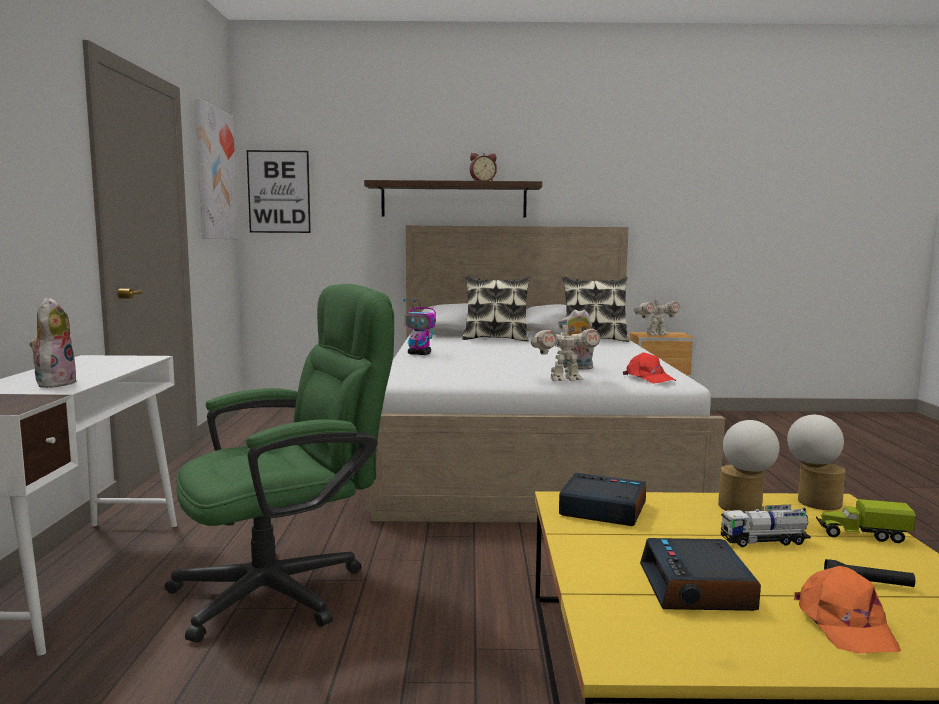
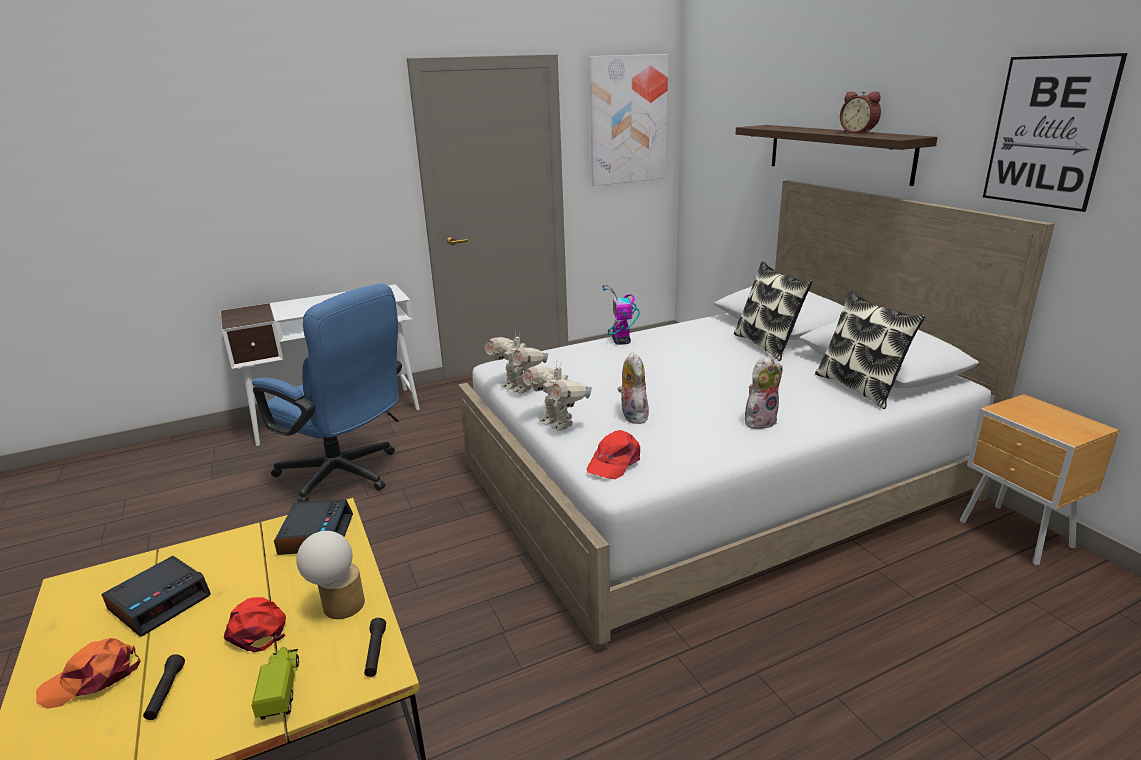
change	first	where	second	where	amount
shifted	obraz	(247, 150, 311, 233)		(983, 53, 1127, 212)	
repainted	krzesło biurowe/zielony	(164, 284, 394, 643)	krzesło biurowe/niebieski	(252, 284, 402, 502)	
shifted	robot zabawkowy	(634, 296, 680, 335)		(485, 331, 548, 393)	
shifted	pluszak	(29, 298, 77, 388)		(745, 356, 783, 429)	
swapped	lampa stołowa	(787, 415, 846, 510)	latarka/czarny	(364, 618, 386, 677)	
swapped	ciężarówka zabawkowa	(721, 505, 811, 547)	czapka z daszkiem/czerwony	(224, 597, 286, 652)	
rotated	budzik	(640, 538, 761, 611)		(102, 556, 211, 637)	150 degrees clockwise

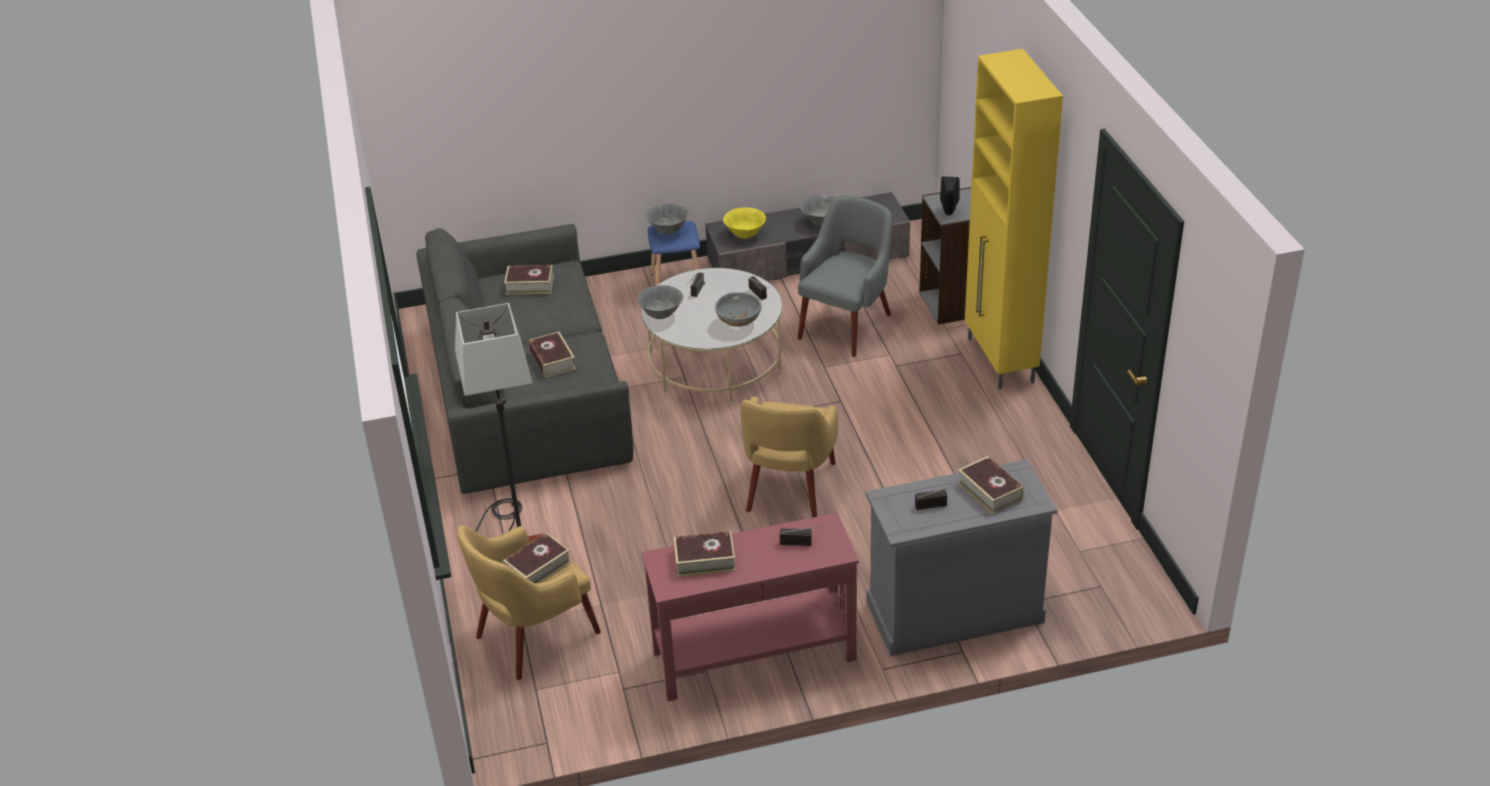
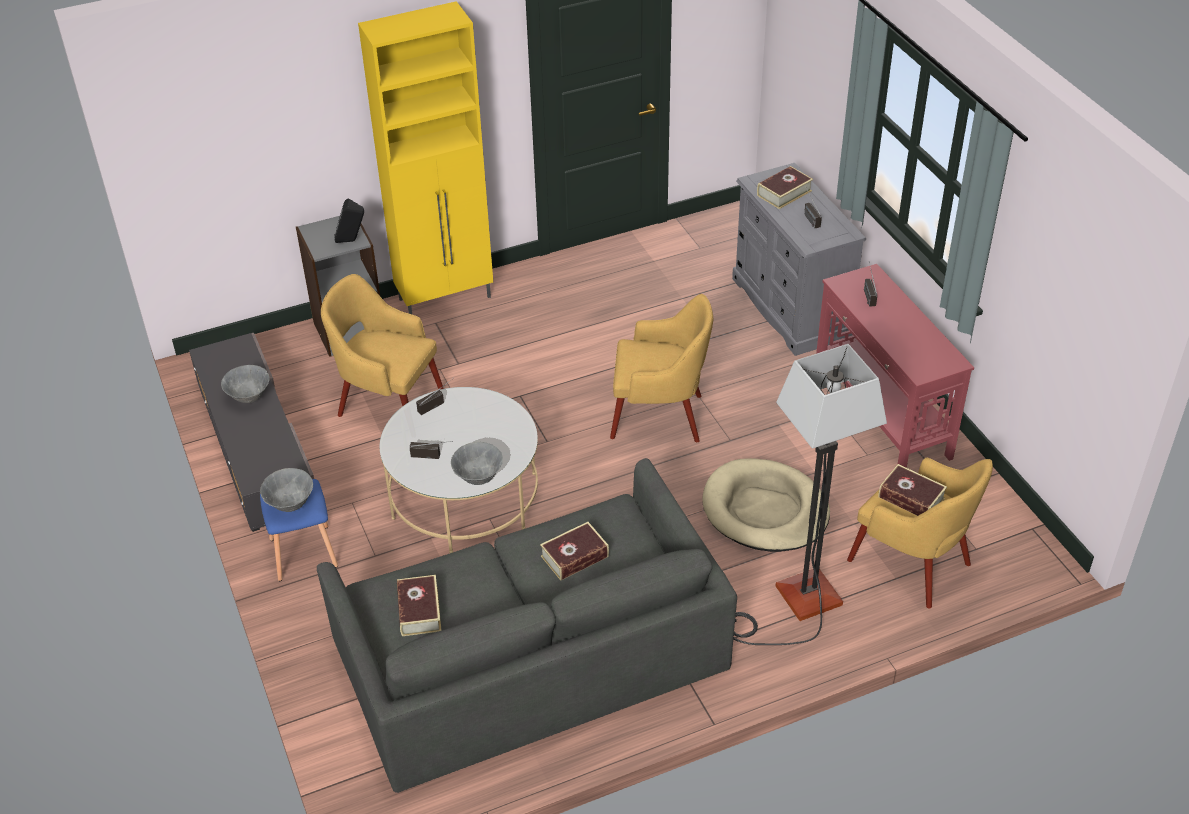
change	first	where	second	where	amount
repainted	fotel/szary	(798, 196, 892, 357)	fotel/żółty	(321, 274, 444, 417)	
gone	miska/żółty	(723, 207, 766, 238)			
gone	miska/szary	(715, 292, 762, 327)			
gone	książka	(674, 531, 736, 577)			
new			legowisko/beżowy	(702, 458, 830, 552)	

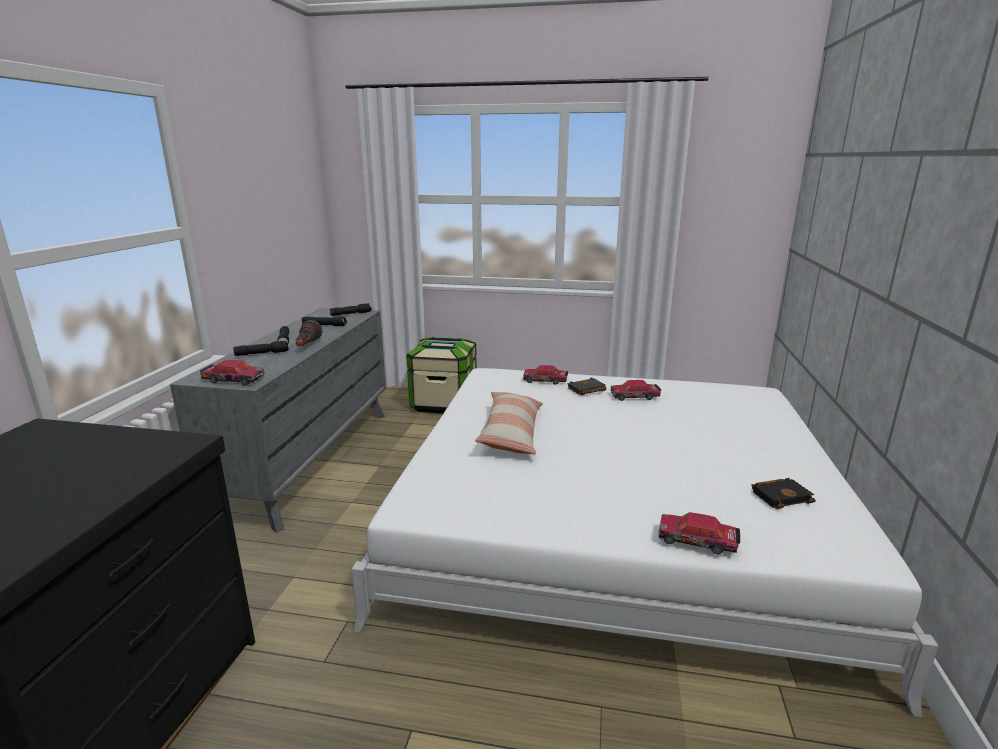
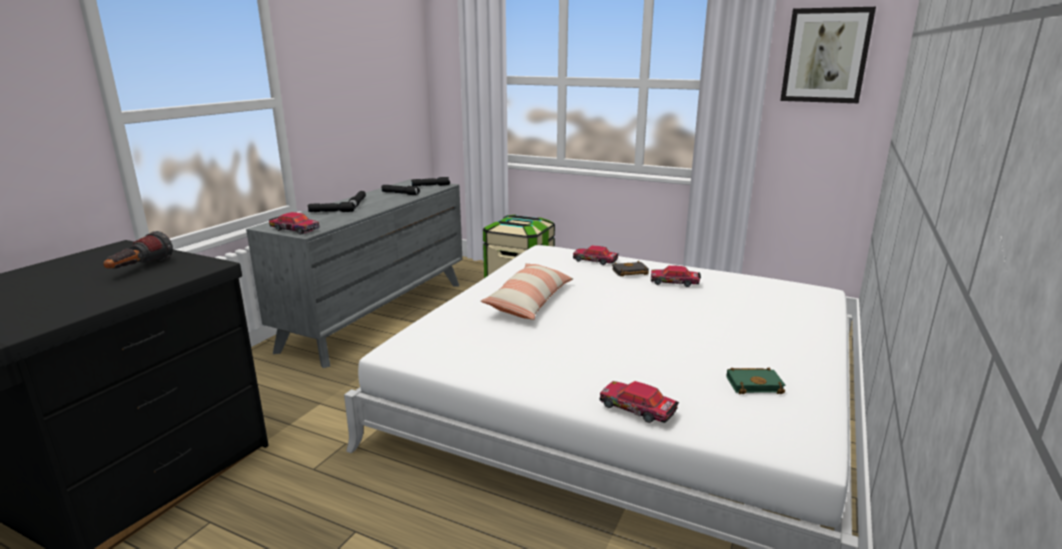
change	first	where	second	where	amount
shifted	latarka	(296, 320, 322, 346)		(103, 231, 173, 269)	
repainted	książka/czarny	(751, 478, 816, 509)	książka/zielony	(726, 367, 786, 394)	
new			obraz	(780, 7, 876, 103)	

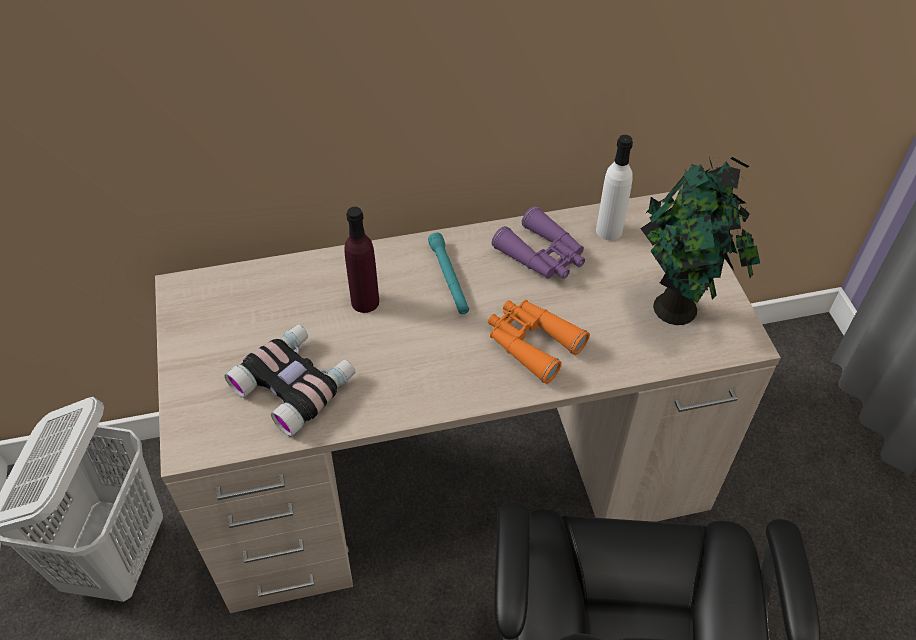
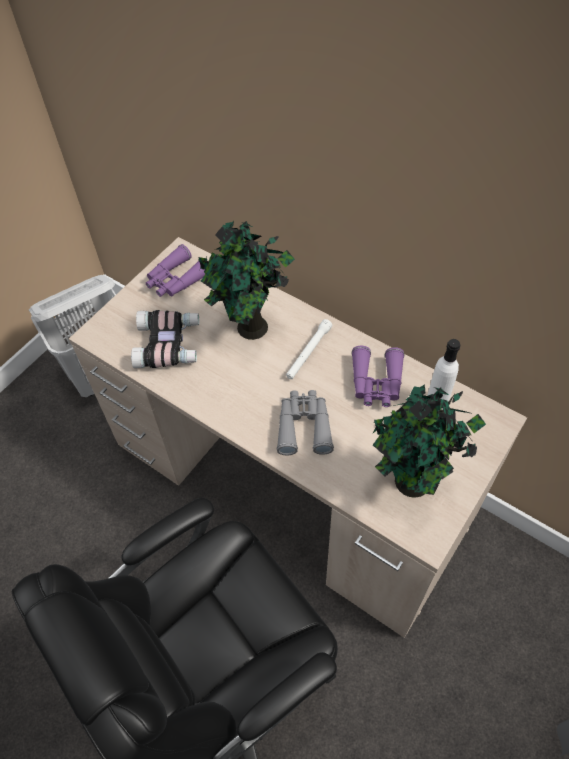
change	first	where	second	where	amount
swapped	butelka/fioletowy	(344, 207, 379, 313)	roślina doniczkowa	(198, 221, 295, 340)	
repainted	latarka/turkusowy	(428, 233, 469, 314)	latarka/biały	(286, 319, 332, 379)	
repainted	lornetka/pomarańczowy	(488, 300, 590, 384)	lornetka/szary	(277, 390, 334, 455)	
new			lornetka/fioletowy	(146, 244, 205, 297)	

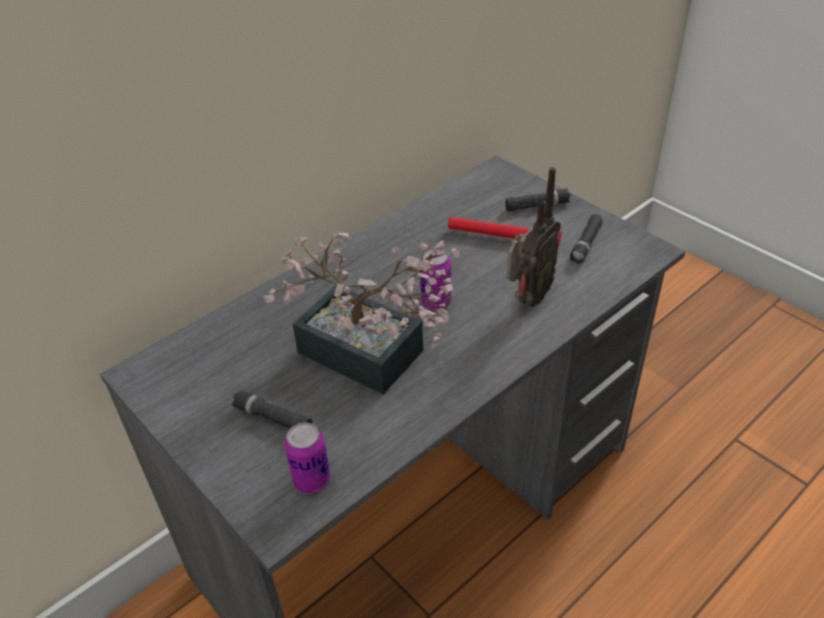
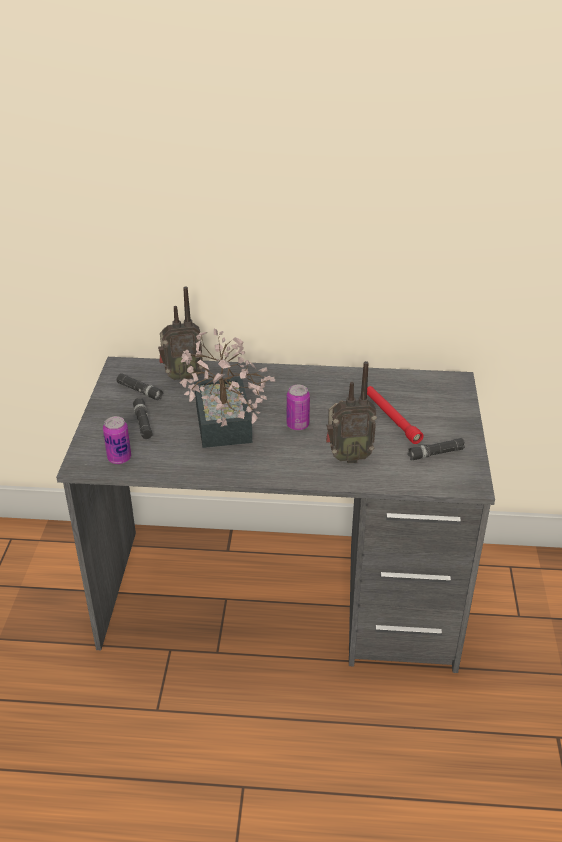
change	first	where	second	where	amount
shifted	latarka/czarny	(505, 188, 571, 211)		(116, 373, 164, 401)	
new			radio	(158, 286, 203, 381)	

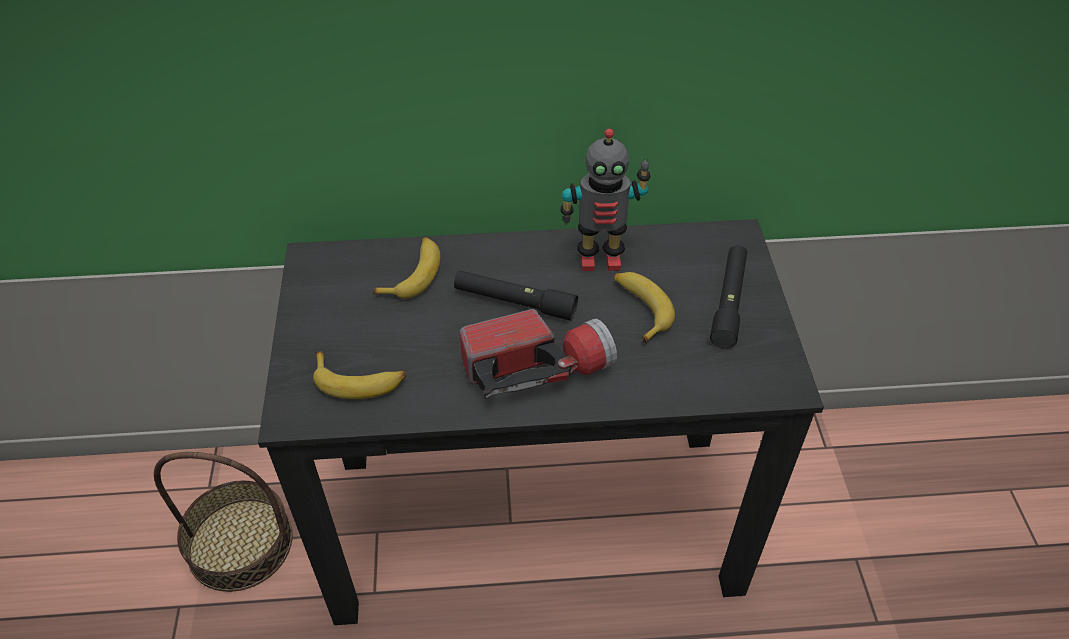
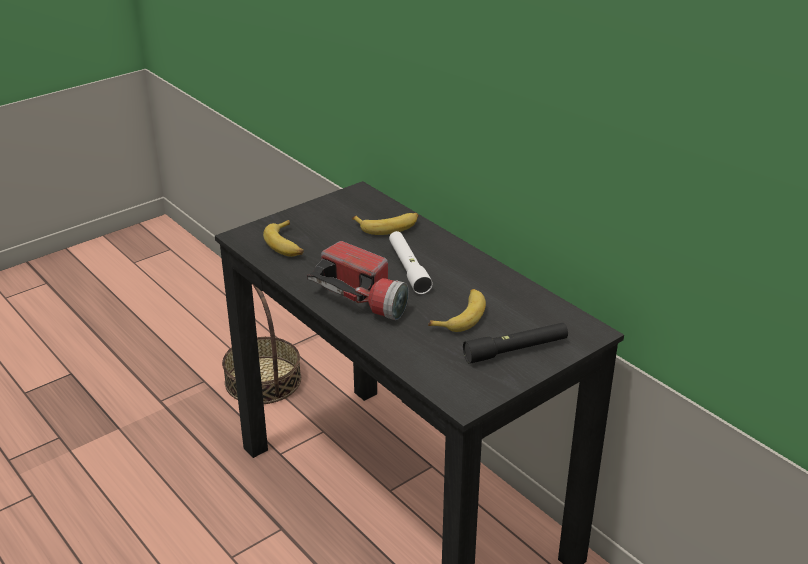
change	first	where	second	where	amount
gone	robot zabawkowy	(561, 128, 651, 271)			
repainted	latarka/czarny	(454, 270, 578, 321)	latarka/biały	(389, 231, 433, 294)	

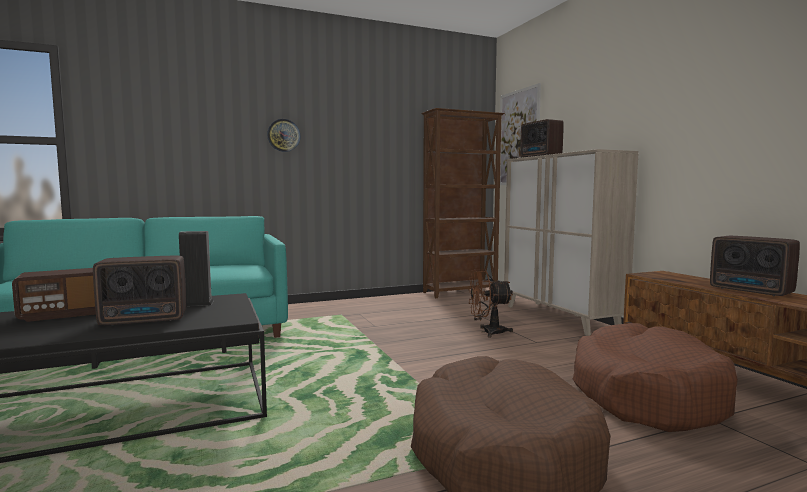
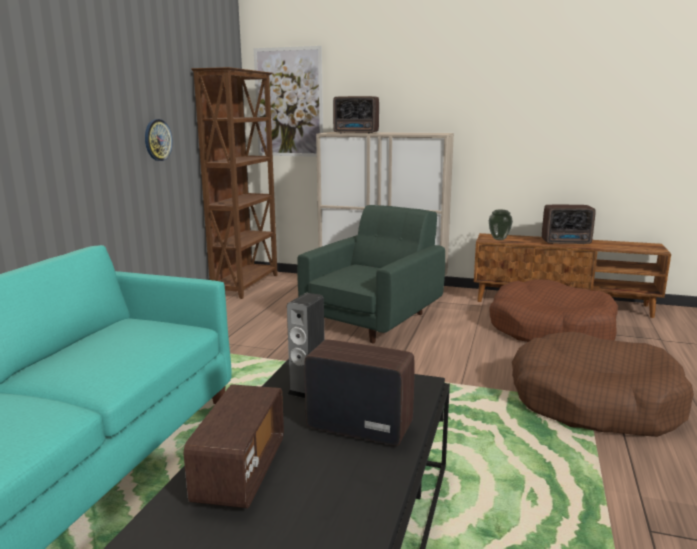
change	first	where	second	where	amount
shifted	zegar ścienny	(267, 119, 301, 152)		(145, 119, 173, 161)	
rotated	radio	(93, 256, 186, 325)		(304, 340, 415, 446)	90 degrees counterclockwise
swapped	wentylator/brązowy	(468, 269, 513, 338)	fotel/zielony	(297, 205, 445, 343)	
new			wazon	(489, 210, 513, 240)	

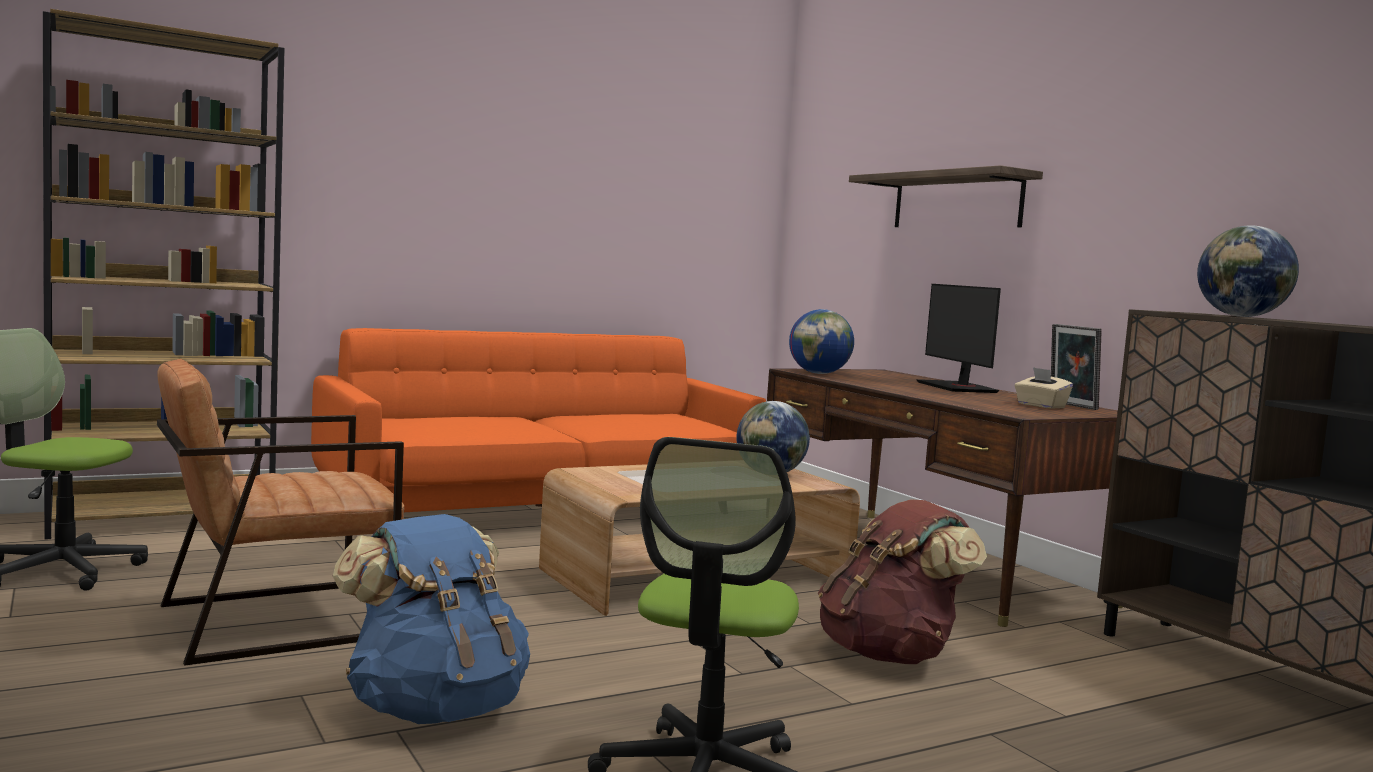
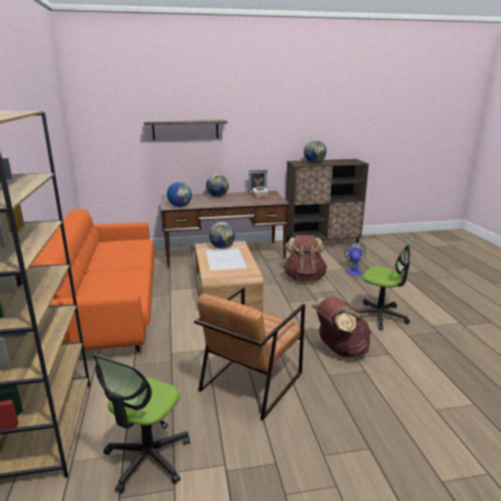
change	first	where	second	where	amount
swapped	monitor	(916, 284, 1001, 393)	globus	(206, 174, 229, 197)	
rotated	fotel/brązowy	(157, 359, 404, 666)		(194, 287, 305, 420)	45 degrees clockwise
repainted	plecak/niebieski	(333, 514, 530, 724)	plecak/brązowy	(312, 297, 372, 358)	
new			wentylator	(344, 242, 366, 276)	

